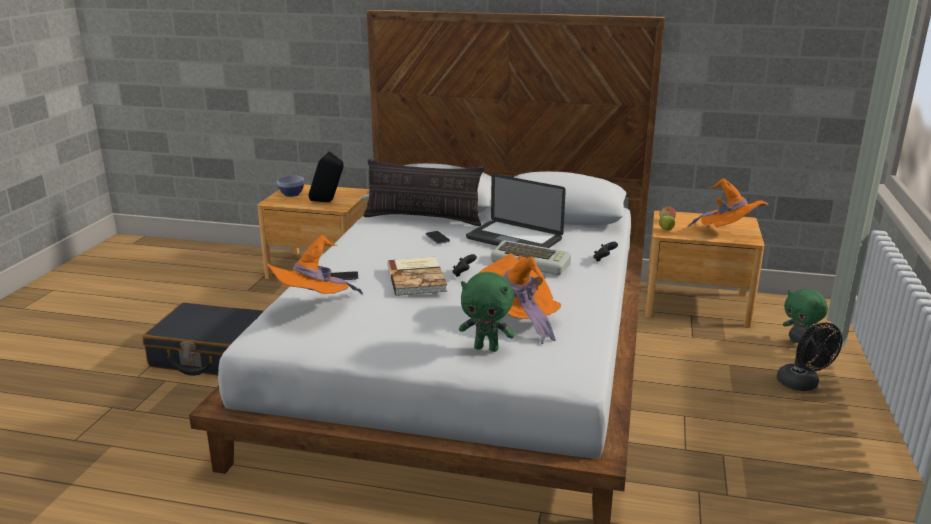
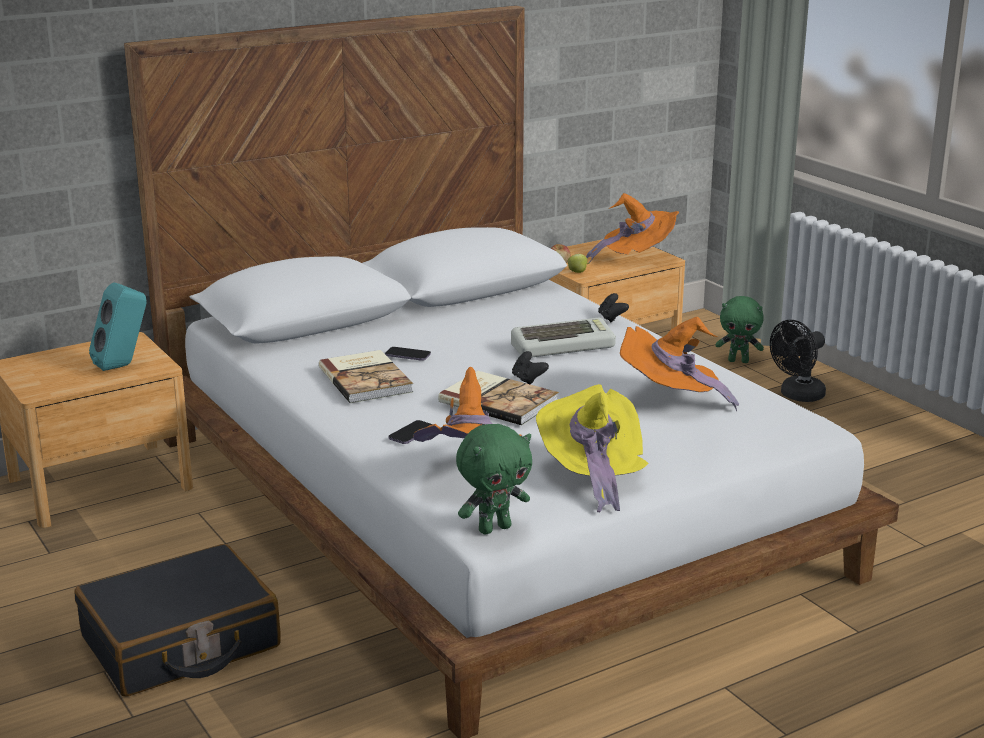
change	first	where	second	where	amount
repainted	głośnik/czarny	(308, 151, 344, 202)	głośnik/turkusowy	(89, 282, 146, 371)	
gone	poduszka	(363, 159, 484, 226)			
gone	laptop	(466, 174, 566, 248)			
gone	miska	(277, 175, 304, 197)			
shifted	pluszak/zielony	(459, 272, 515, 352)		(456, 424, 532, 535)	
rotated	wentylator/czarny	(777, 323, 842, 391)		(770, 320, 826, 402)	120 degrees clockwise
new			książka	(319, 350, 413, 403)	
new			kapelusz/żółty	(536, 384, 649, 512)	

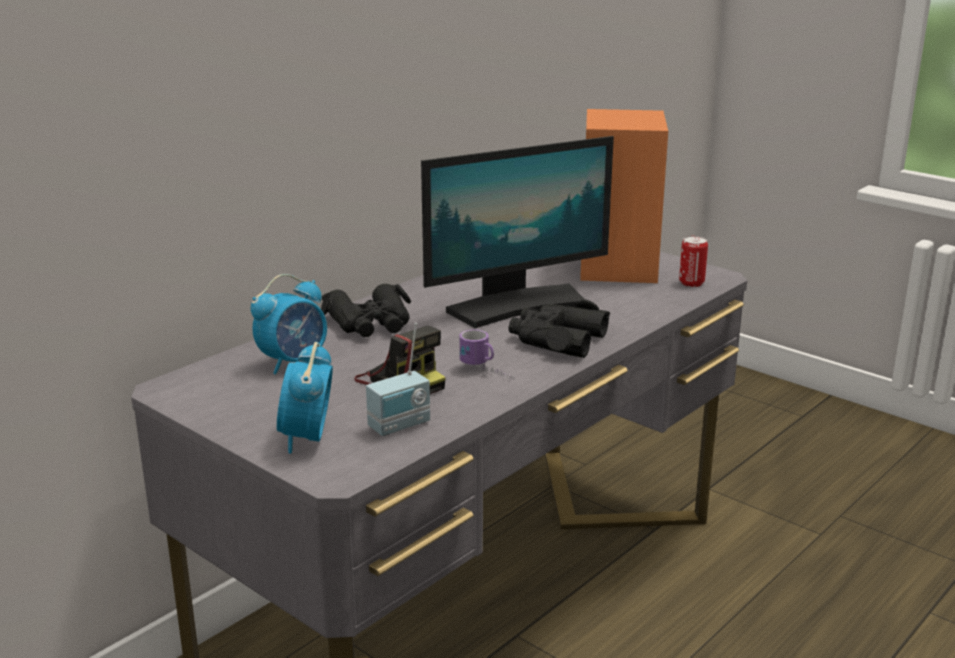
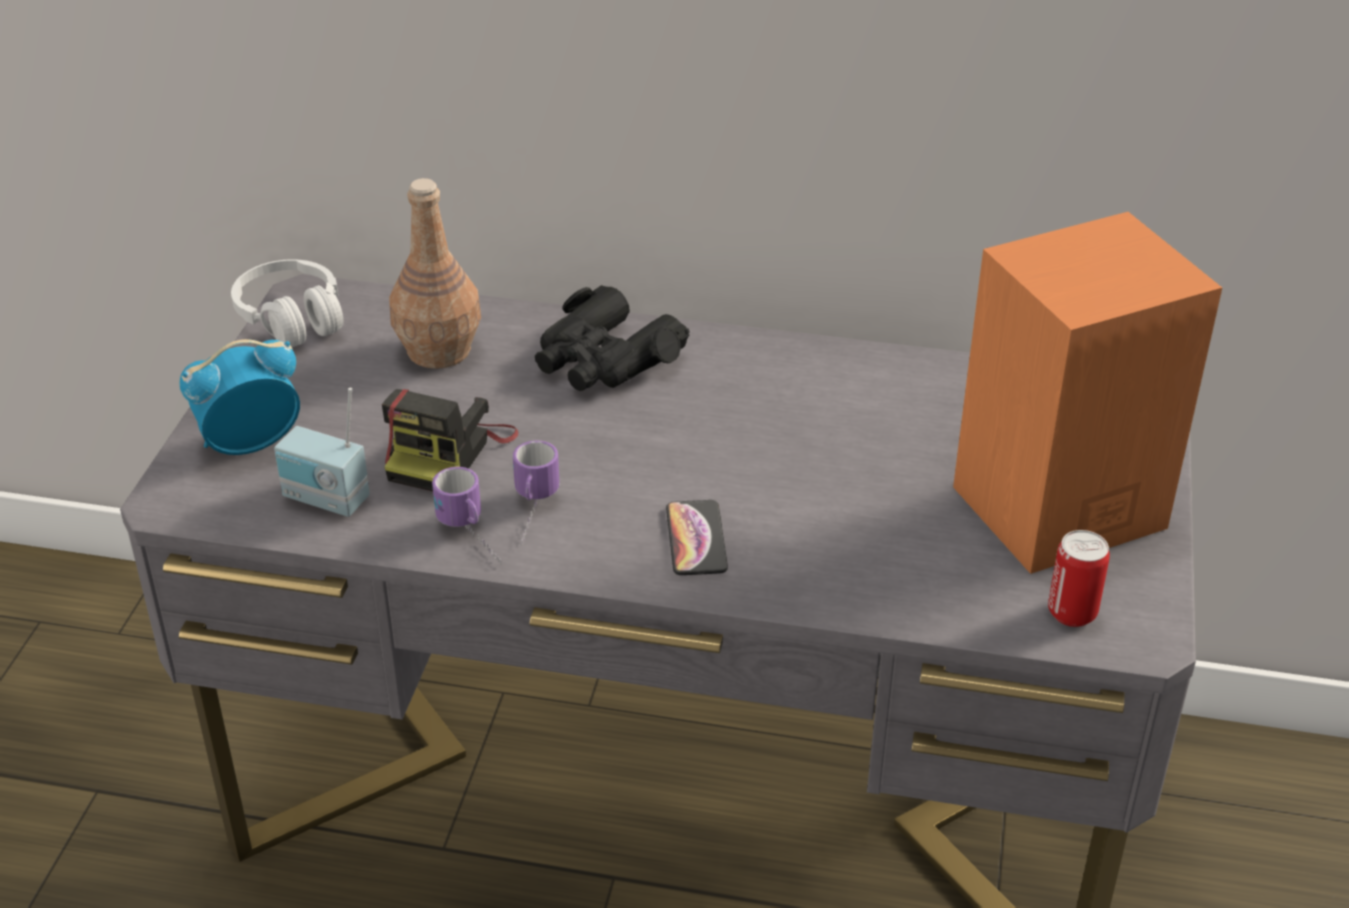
change	first	where	second	where	amount
gone	monitor	(421, 136, 614, 328)			
swapped	budzik	(251, 274, 327, 375)	butelka/brązowy	(389, 178, 481, 369)	
swapped	lornetka/czarny	(508, 299, 610, 358)	telefon	(666, 500, 728, 575)	
new			słuchawki/biały	(231, 259, 344, 347)	
new			kubek	(432, 467, 501, 564)	

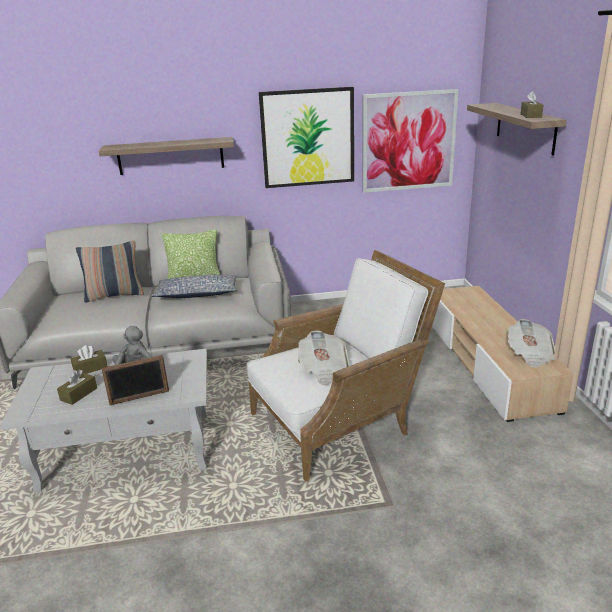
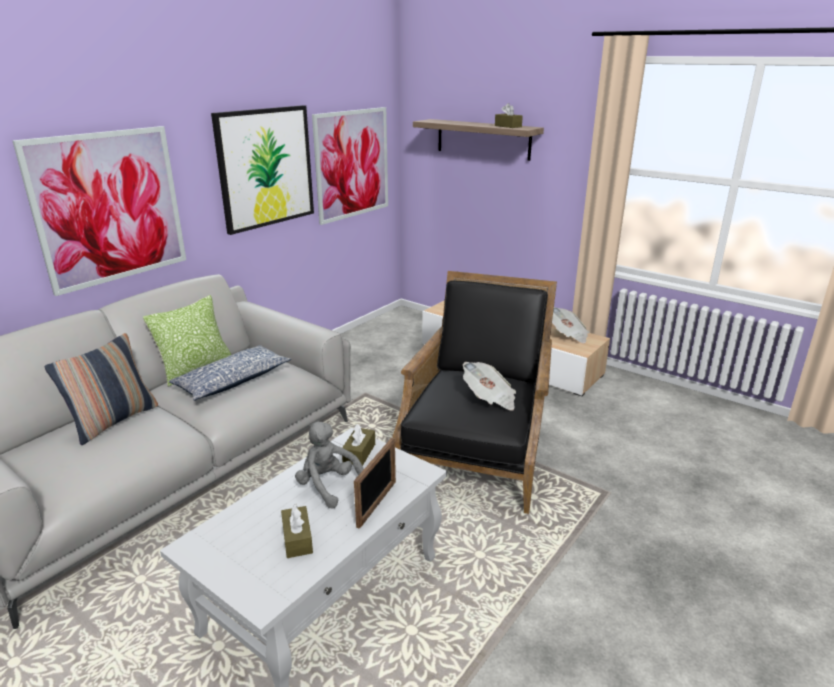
change	first	where	second	where	amount
swapped	półka	(99, 137, 234, 175)	obraz	(12, 126, 186, 296)	
repainted	fotel/biały	(247, 250, 445, 482)	fotel/czarny	(392, 271, 557, 514)	
shifted	pudełko chusteczek/brązowy	(71, 345, 108, 374)		(342, 424, 375, 466)	

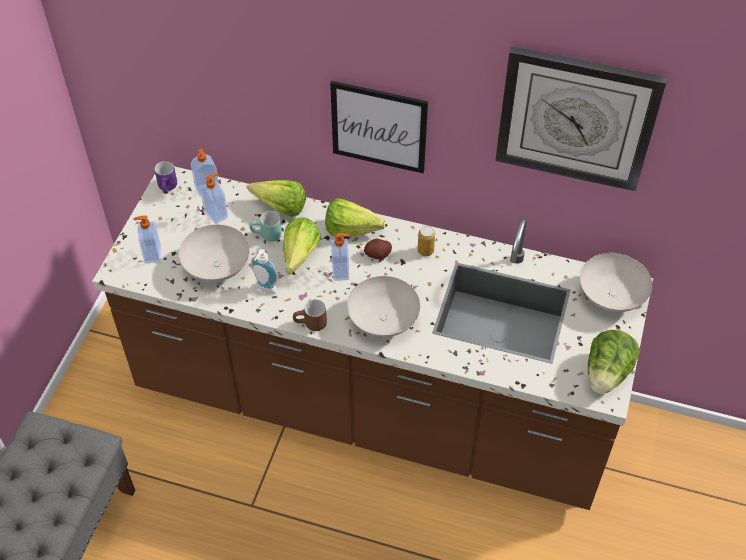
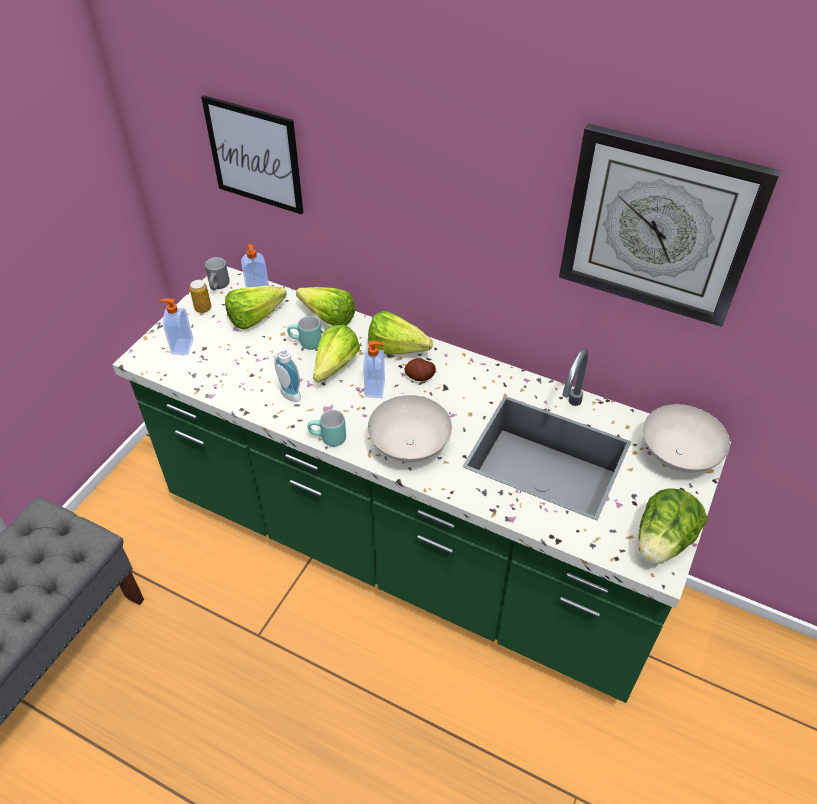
change	first	where	second	where	amount
shifted	obraz	(330, 81, 428, 173)		(201, 95, 303, 215)	
repainted	kubek/fioletowy	(155, 161, 177, 194)	kubek/szary	(205, 257, 229, 290)	
repainted	zabudowa kuchenna/brązowy	(92, 166, 653, 510)	zabudowa kuchenna/zielony	(112, 266, 731, 703)	
swapped	dozownik mydła	(200, 173, 228, 224)	sałata	(225, 286, 286, 330)	
gone	miska/biały	(179, 225, 250, 282)			
shifted	puszka	(418, 226, 435, 256)		(189, 280, 211, 313)	
repainted	kubek/brązowy	(293, 299, 327, 331)	kubek/turkusowy	(307, 410, 346, 447)	

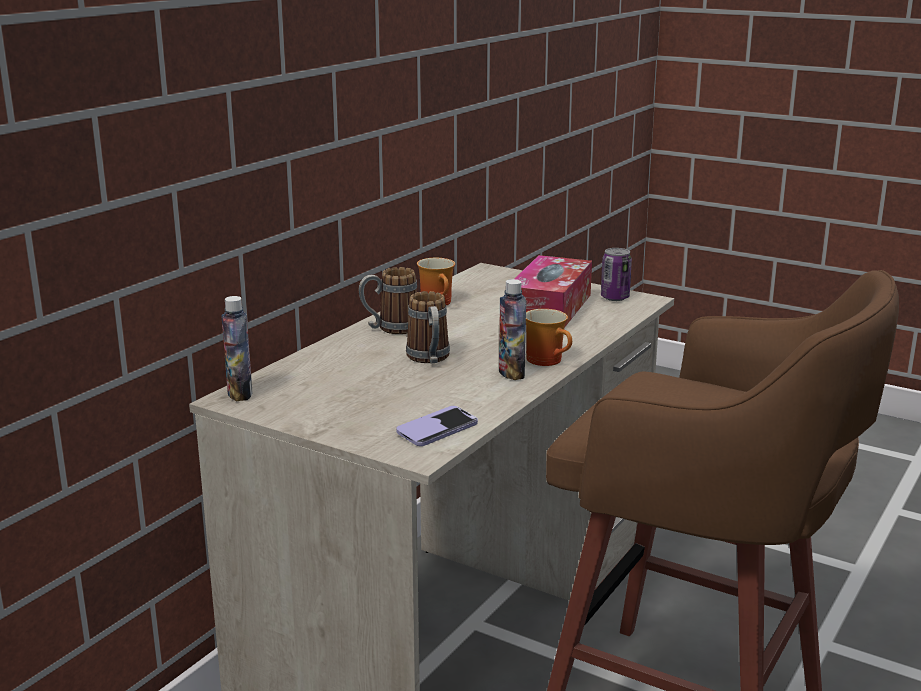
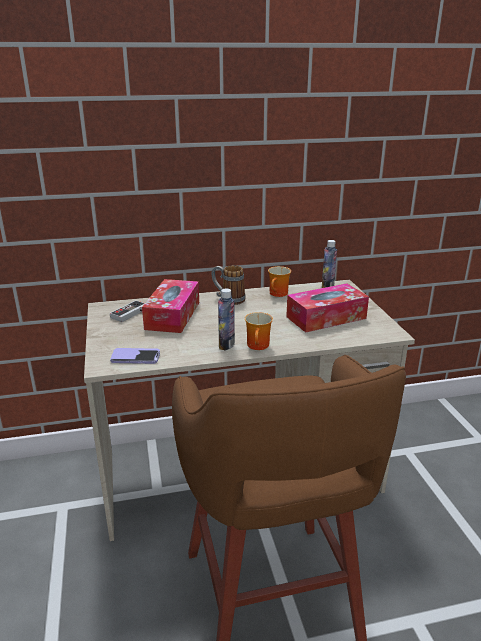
change	first	where	second	where	amount
gone	puszka	(601, 248, 632, 301)			
gone	kubek	(406, 291, 450, 363)			
shifted	butelka	(221, 296, 253, 401)		(322, 240, 337, 288)	
new			pudełko chusteczek	(142, 279, 199, 333)	
new			pad do gier	(110, 300, 145, 322)	

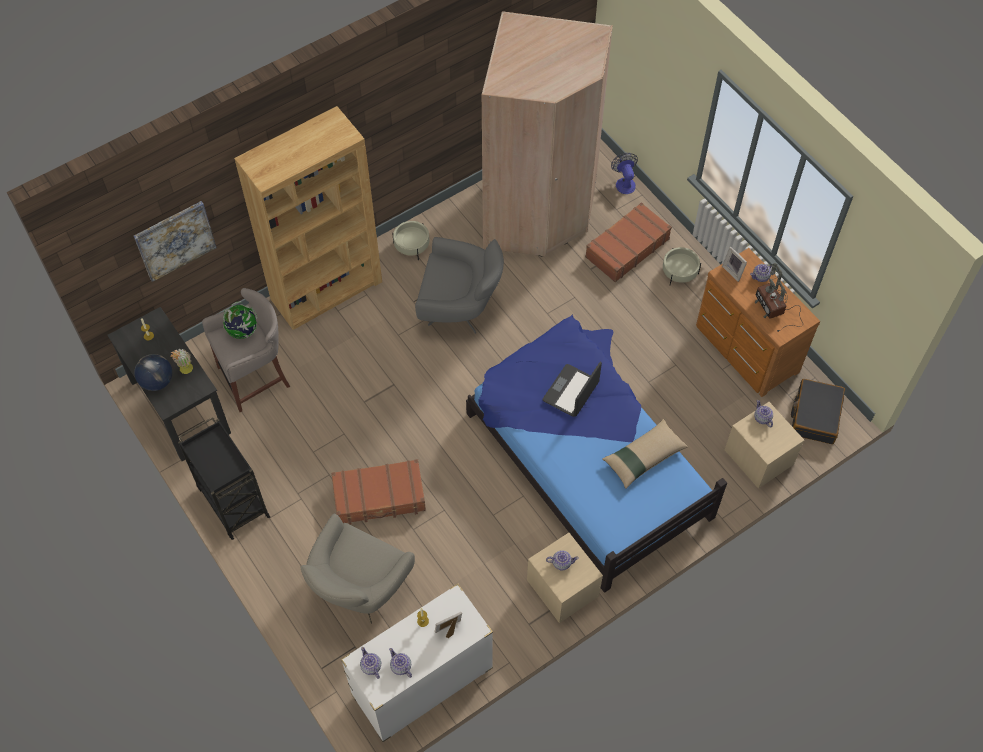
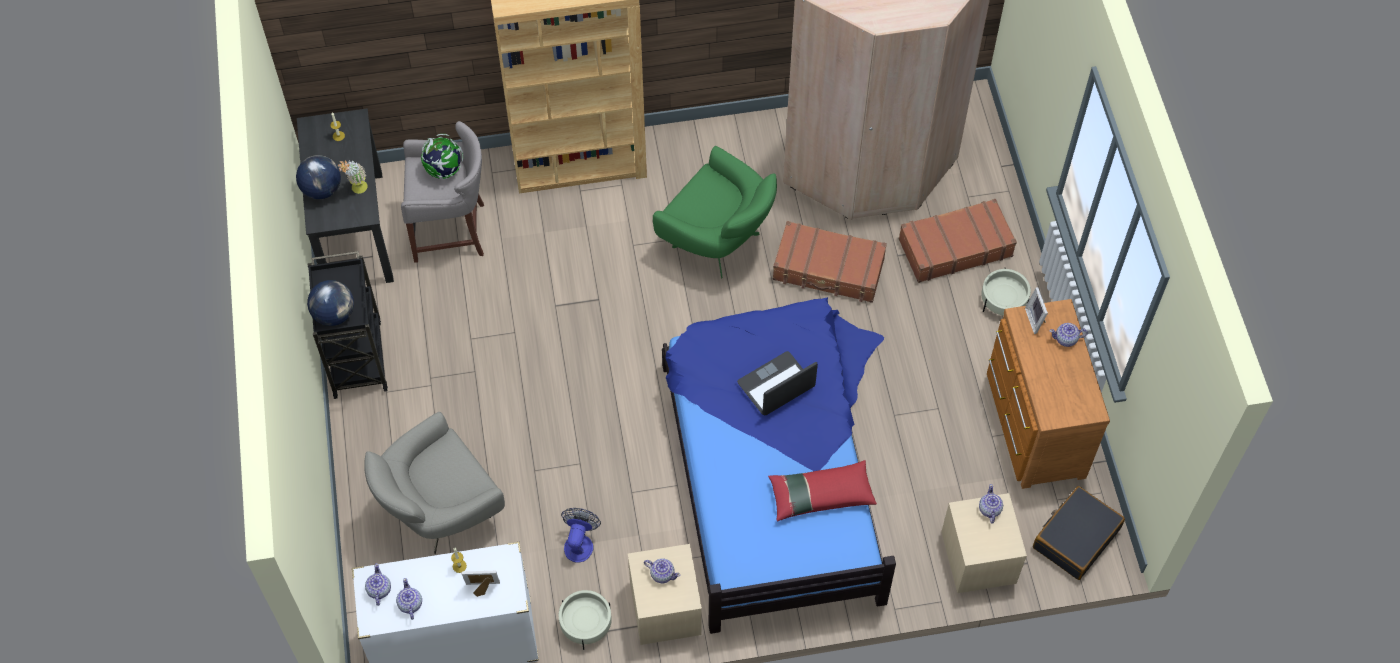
change	first	where	second	where	amount
shifted	wentylator	(611, 153, 638, 194)		(561, 508, 601, 563)	
gone	obraz	(134, 201, 217, 282)			
shifted	donica/beżowy	(392, 221, 429, 260)		(559, 590, 612, 650)	
repainted	fotel/szary	(415, 237, 504, 334)	fotel/zielony	(653, 146, 777, 279)	
gone	lampa stołowa	(755, 263, 803, 332)			
repainted	poduszka/beżowy	(602, 419, 688, 489)	poduszka/czerwony	(768, 460, 877, 521)	
shifted	walizka/brązowy	(331, 459, 426, 525)		(773, 221, 887, 303)	
new			globus	(307, 280, 354, 326)	

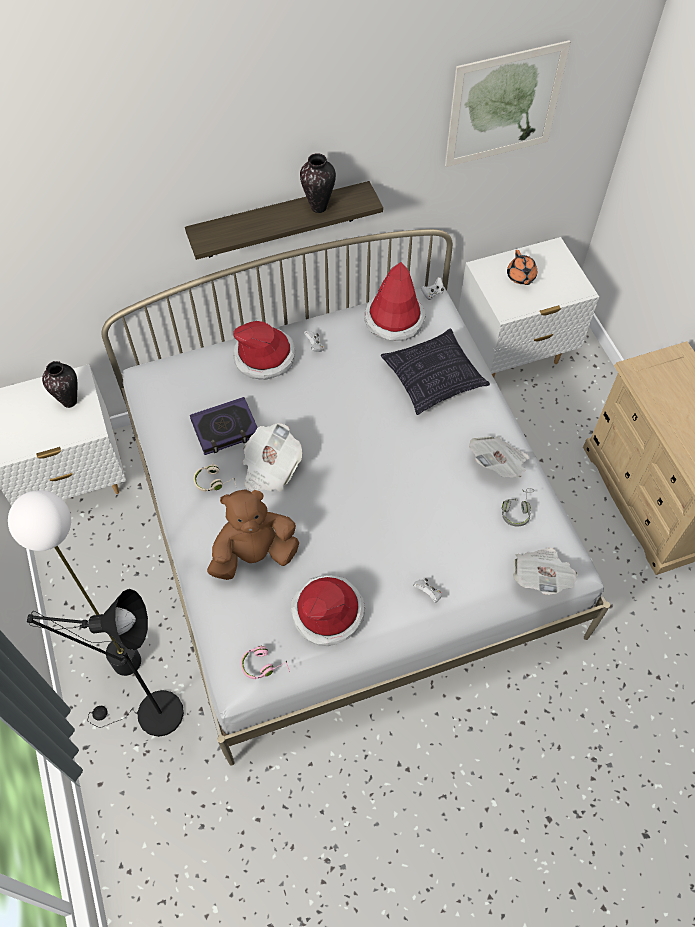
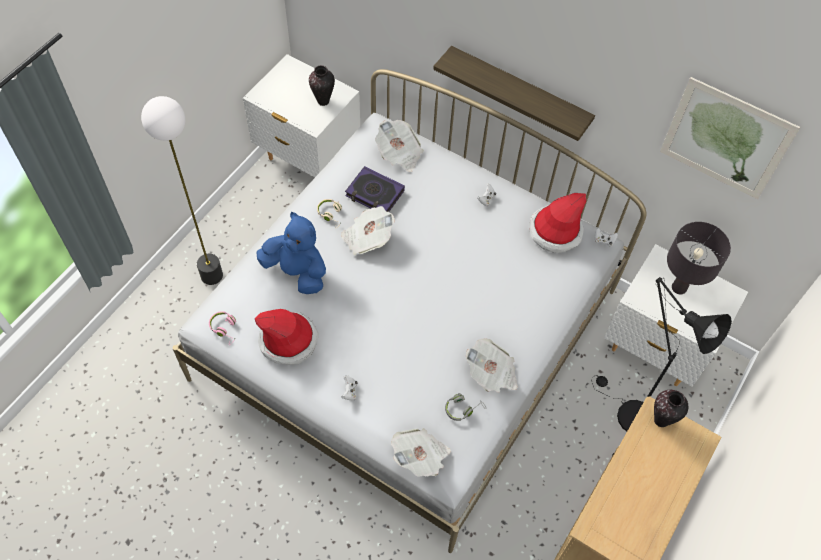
change	first	where	second	where	amount
shifted	wazon	(300, 153, 336, 213)		(654, 390, 688, 427)	
swapped	imbryk/pomarańczowy	(507, 250, 537, 285)	lampa stołowa/czarny	(667, 222, 731, 294)	
gone	kapelusz	(233, 321, 295, 380)			
gone	poduszka	(381, 328, 490, 415)			
repainted	pluszak/brązowy	(207, 489, 299, 580)	pluszak/niebieski	(256, 212, 326, 294)	
shifted	lampa stojąca/czarny	(27, 589, 184, 737)		(591, 277, 732, 431)	
new			gazeta	(375, 120, 424, 172)	

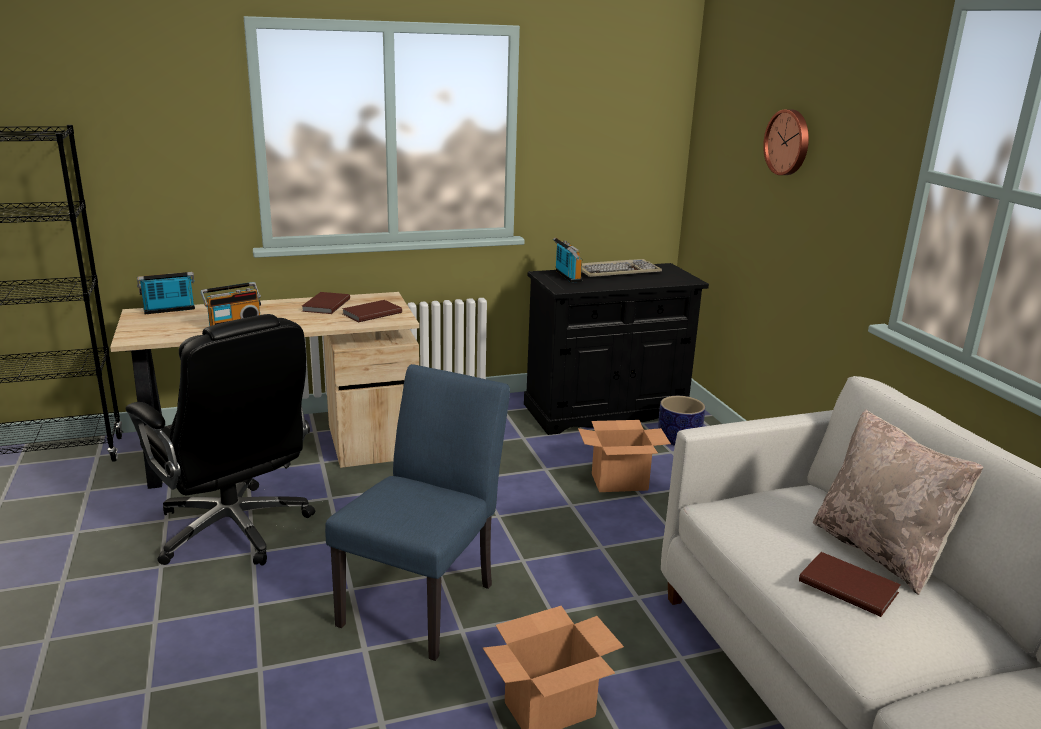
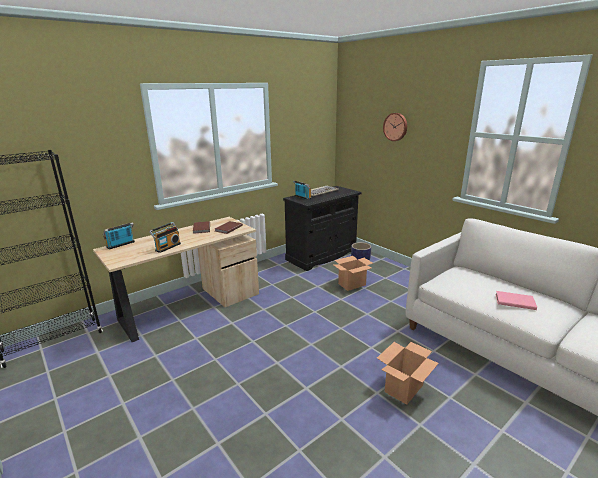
change	first	where	second	where	amount
gone	krzesło biurowe/czarny	(126, 314, 315, 566)			
gone	krzesło/niebieski	(325, 364, 510, 661)			
gone	poduszka/beżowy	(813, 409, 983, 595)			
repainted	książka/brązowy	(799, 552, 901, 617)	książka/różowy	(496, 291, 537, 310)	

